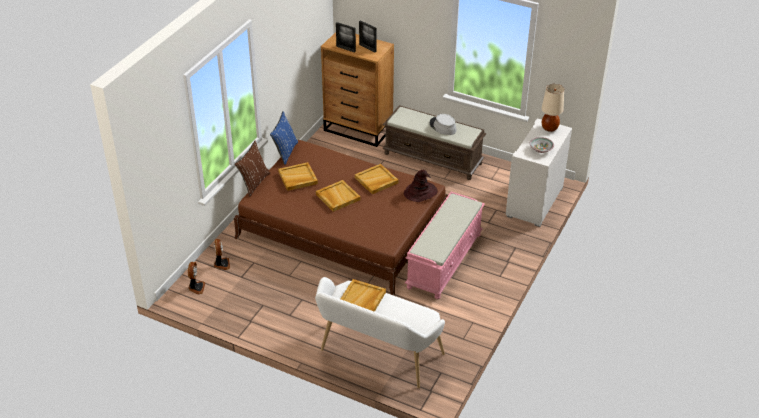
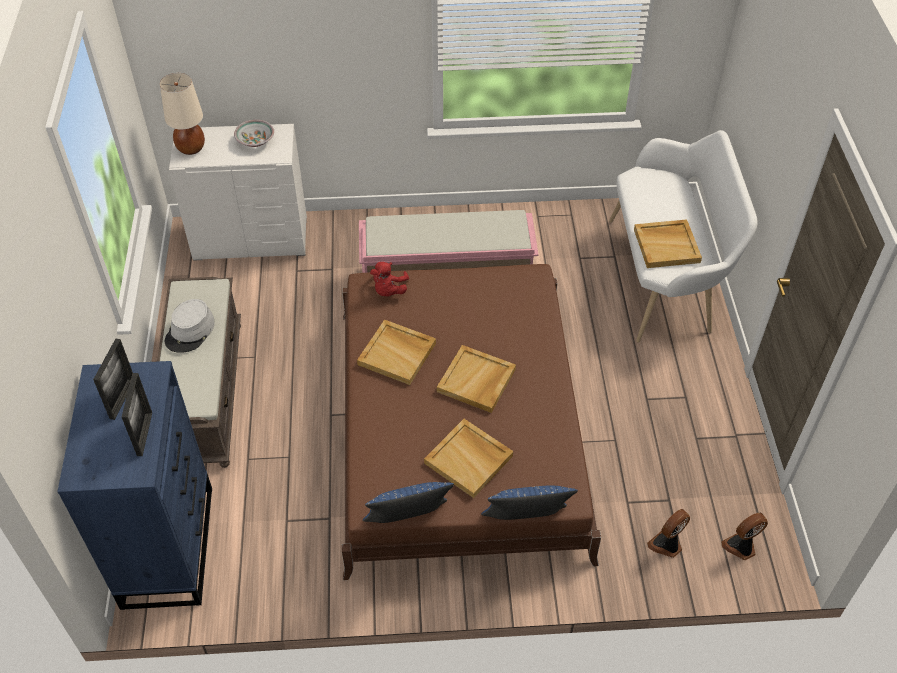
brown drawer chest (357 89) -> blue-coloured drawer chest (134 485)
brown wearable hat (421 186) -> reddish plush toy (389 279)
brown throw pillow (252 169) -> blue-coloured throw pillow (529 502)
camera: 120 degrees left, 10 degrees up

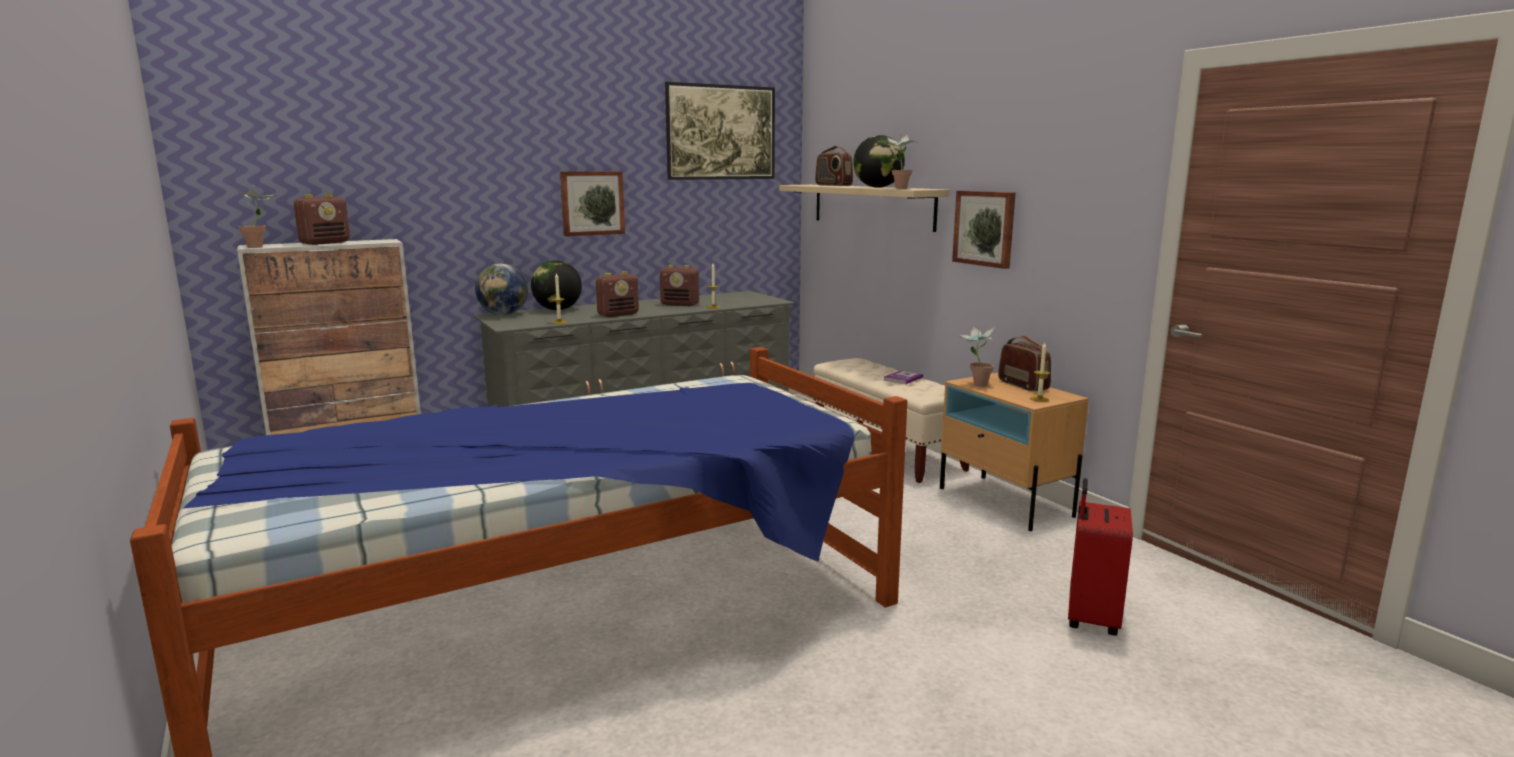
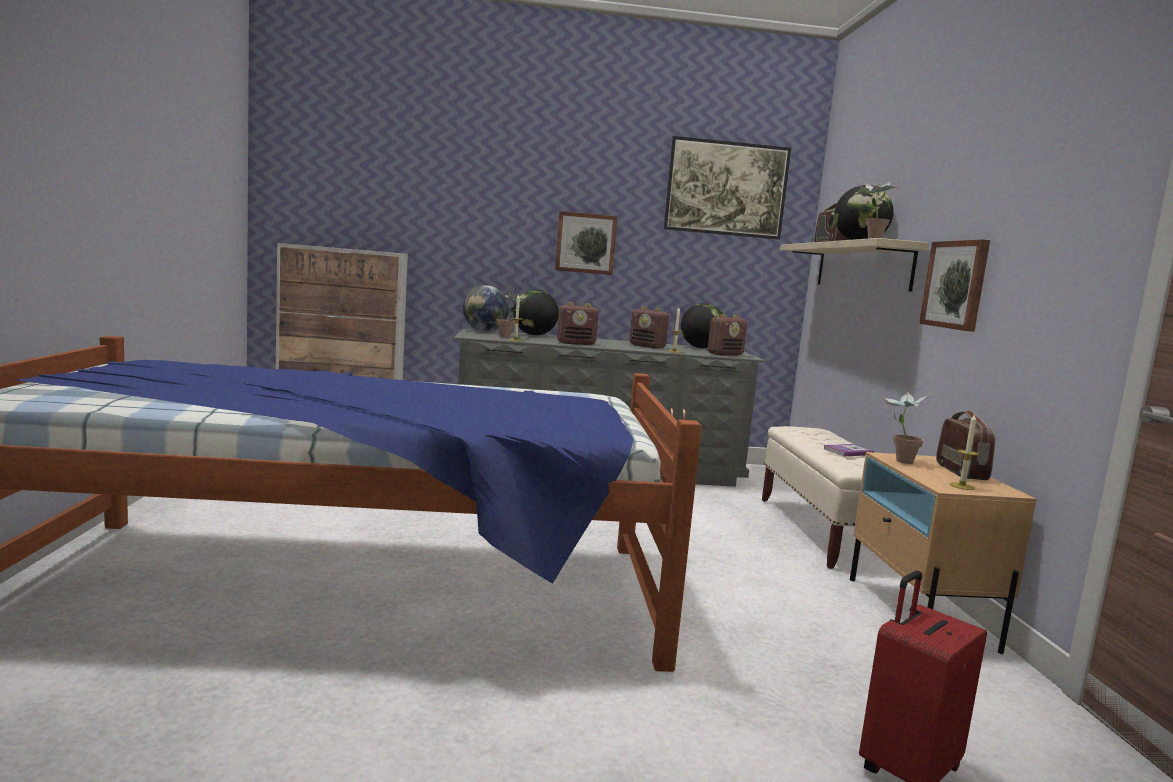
plant in a pot (255 216) -> plant in a pot (512 313), move
none -> globe (702 325)
radio receiver (321 219) -> radio receiver (727 335), move
camera: 25 degrees right, 5 degrees down

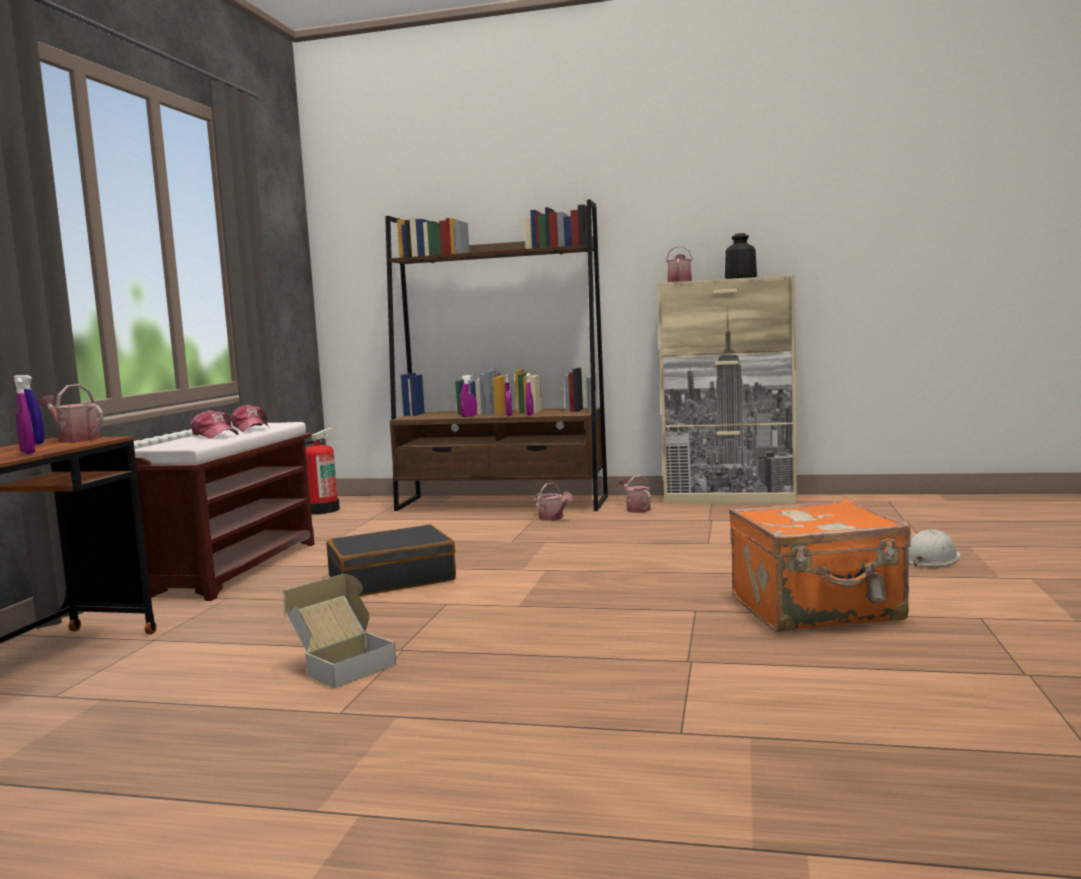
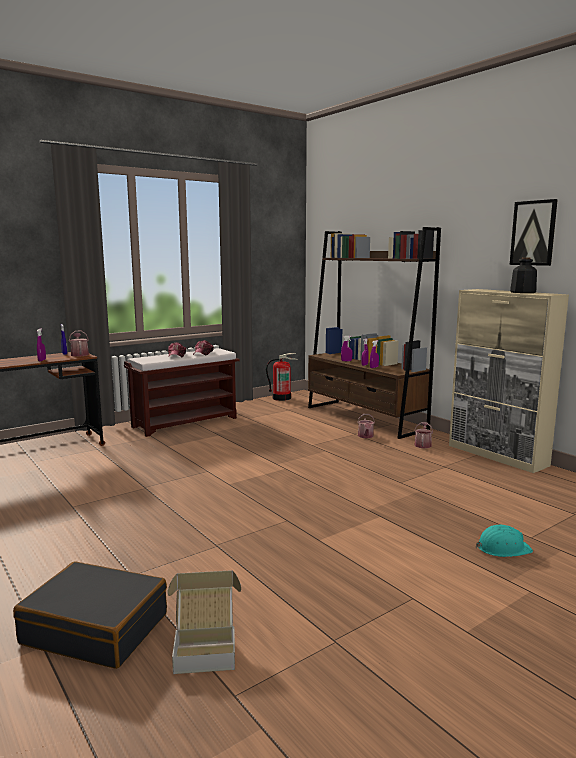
black travel case (391 560) -> black travel case (90 615), move
carton (339 631) -> carton (204 622), move
white-coloured hard hat (934 548) -> turquoise-coloured hard hat (504 541)
none -> wall picture (534 232)
watering pot (679 264) -> none
orange-coloured travel case (820 565) -> none
camera: 40 degrees right, 5 degrees up

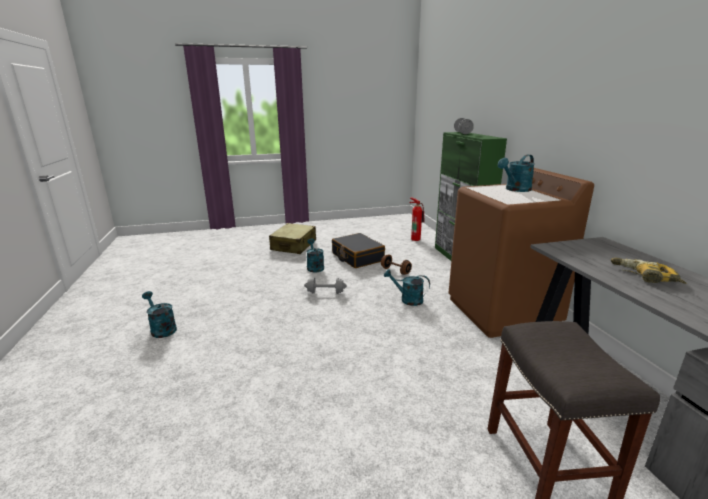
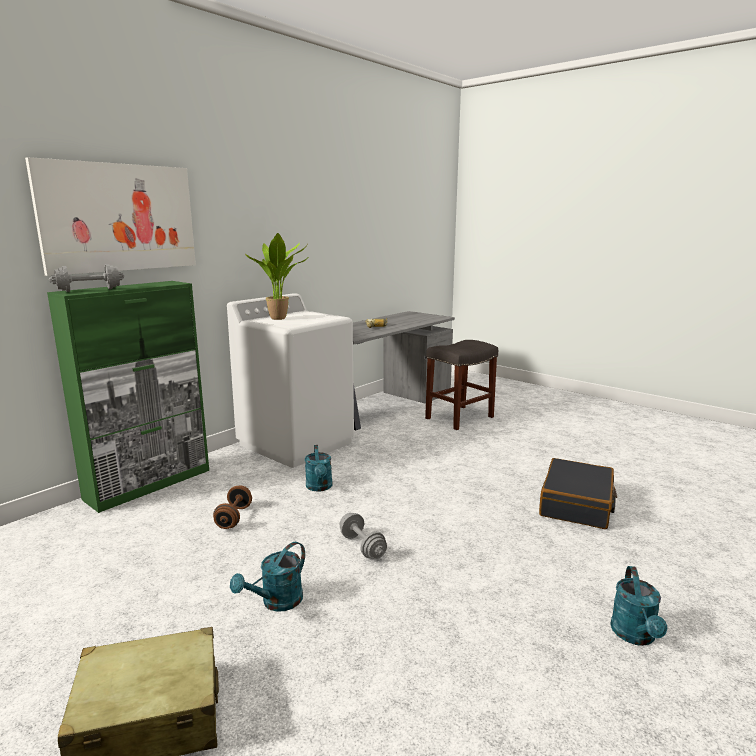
none -> wall picture (110 216)
brown washing machine (521 253) -> white-coloured washing machine (290 380)
turquoise-coloured watering pot (516 173) -> plant in a pot (276 276)
black travel case (358 250) -> black travel case (578 493), move
fire-fighting cylinder (417 219) -> none
camera: 125 degrees left, 5 degrees down

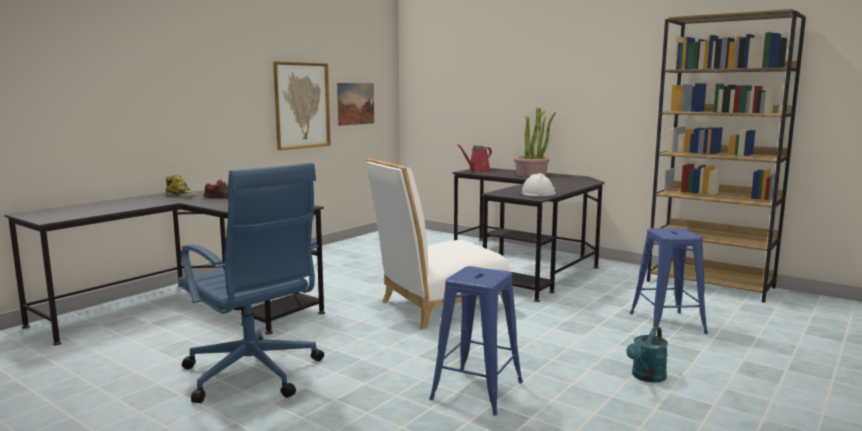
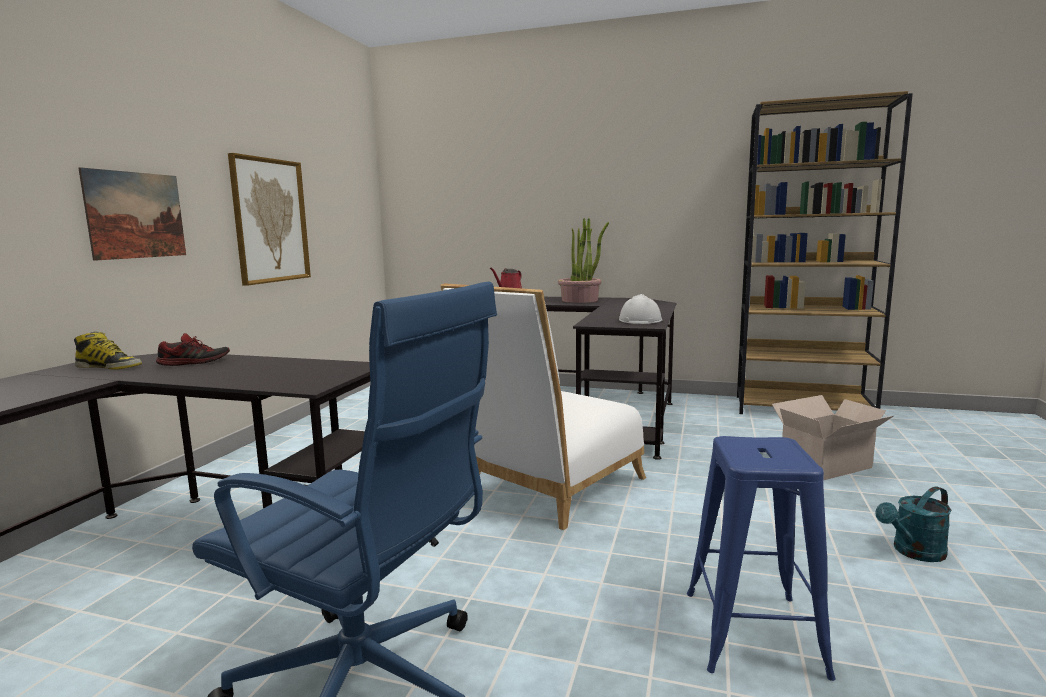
wall picture (355 104) -> wall picture (132 214), move
blue-coloured stool (669 281) -> carton (833 438)
turquoise-coloured watering pot (647 354) -> turquoise-coloured watering pot (913 524), 45 degrees clockwise
camera: 20 degrees left, 0 degrees up

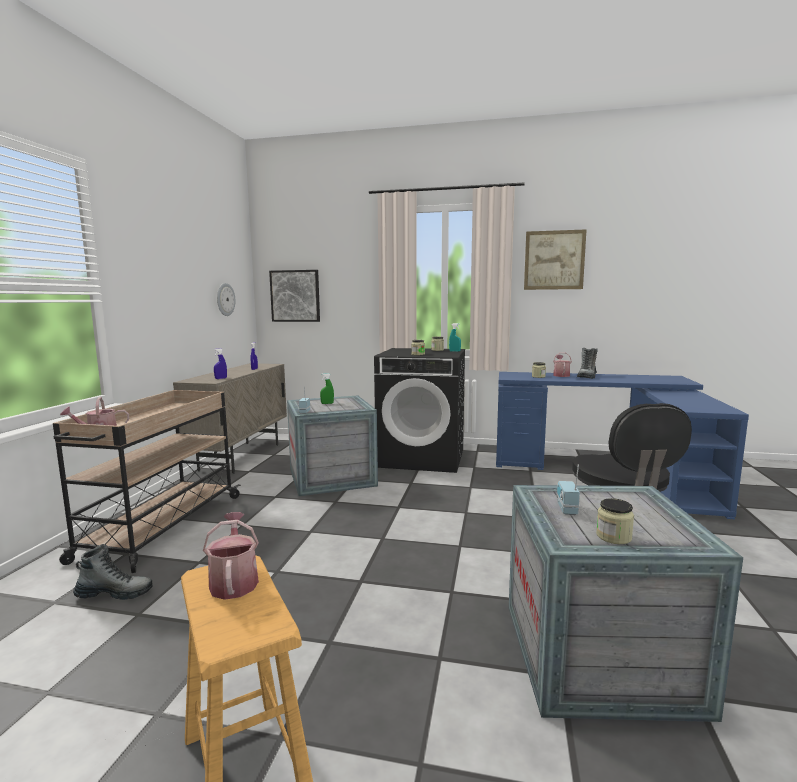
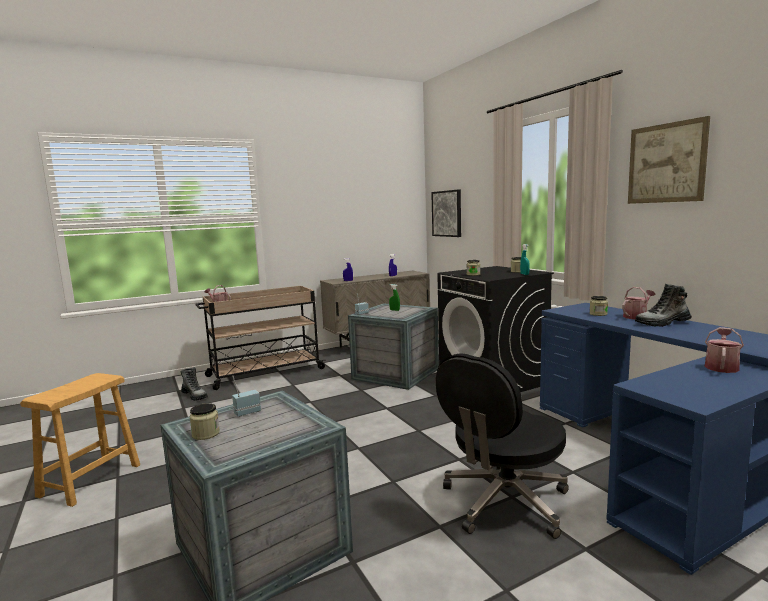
watering pot (231 556) -> watering pot (724 350), move
hanging clock (226 299) -> none
camera: 50 degrees right, 0 degrees up

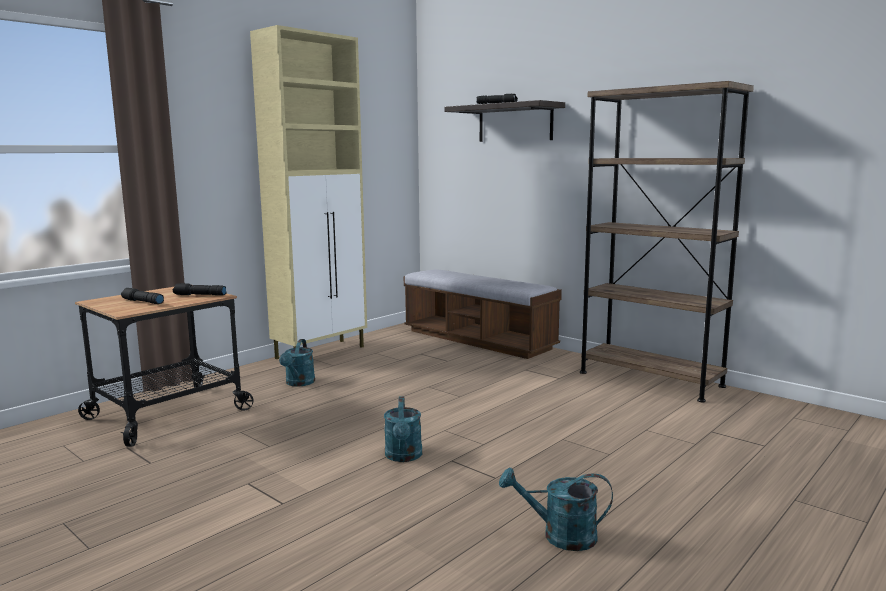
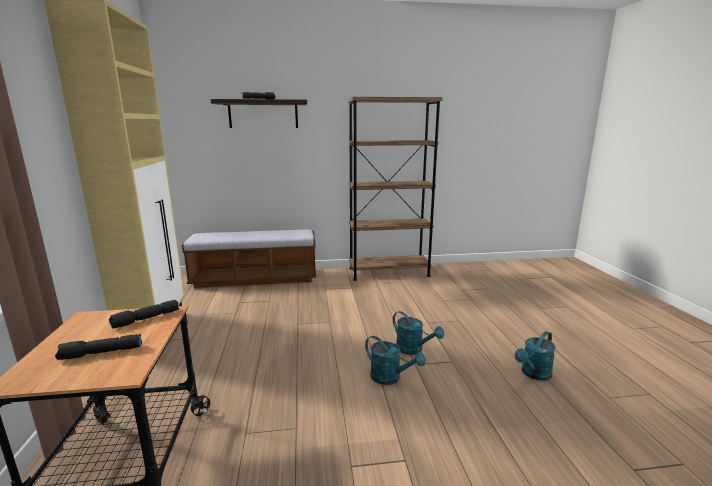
turquoise-coloured watering pot (297 363) -> turquoise-coloured watering pot (418 333), move
camera: 50 degrees left, 5 degrees up

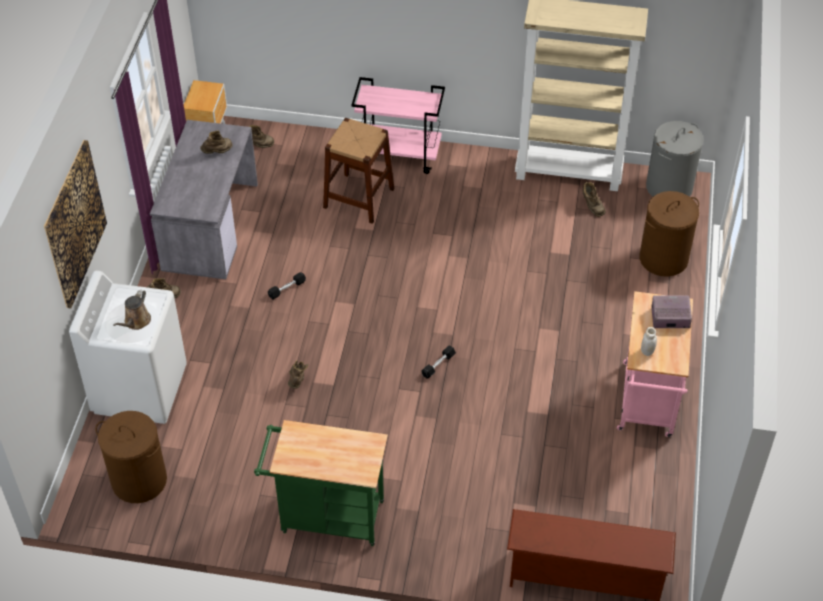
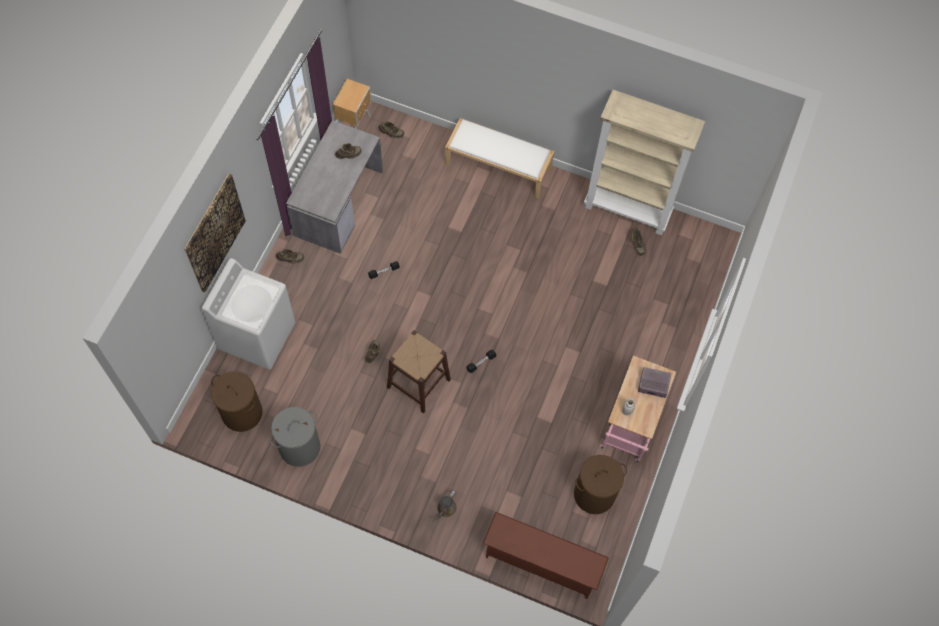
grey washing basket (675 159) -> grey washing basket (295 437), move
brown stool (358 171) -> brown stool (419 372), move
brown watering pot (132 310) -> brown watering pot (443 507), move
pinkish cart (398 125) -> white-coloured indoor bench (499 158)
brown washing basket (669 234) -> brown washing basket (600 484), move
green-coloured cart (321 483) -> none
camera: 10 degrees right, 15 degrees up

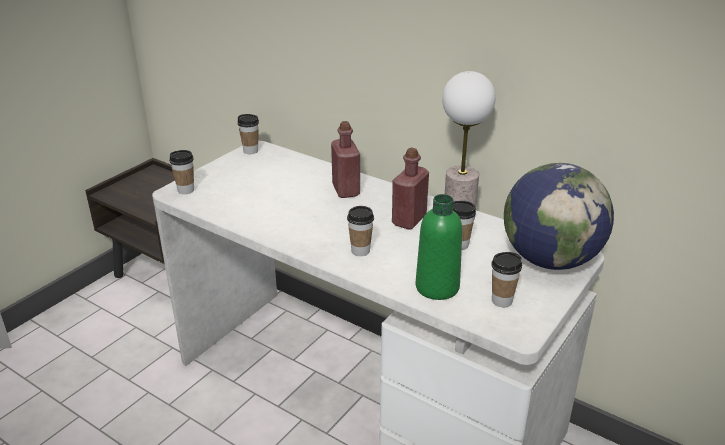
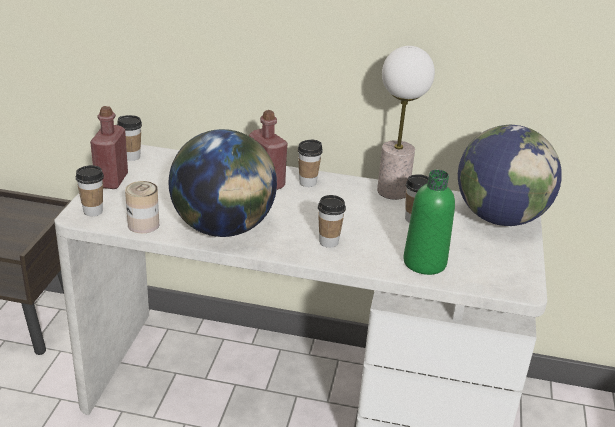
reddish drink bottle (410 188) -> reddish drink bottle (109 147), move
none -> sealed can (142 207)
none -> globe (223 183)
drinking cup (506 279) -> drinking cup (310 163), move
camera: 25 degrees left, 0 degrees up

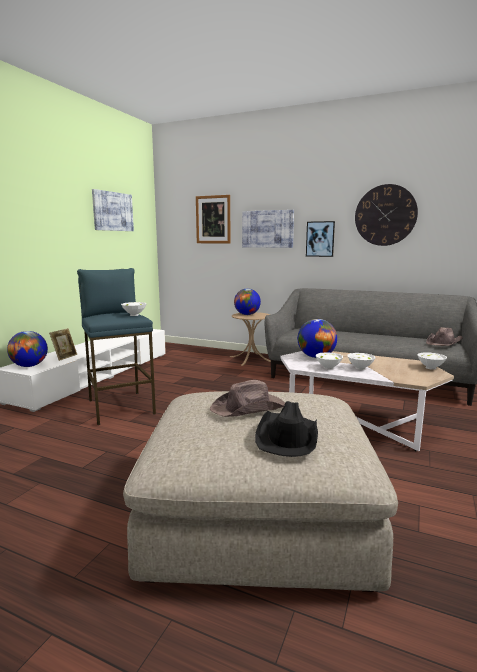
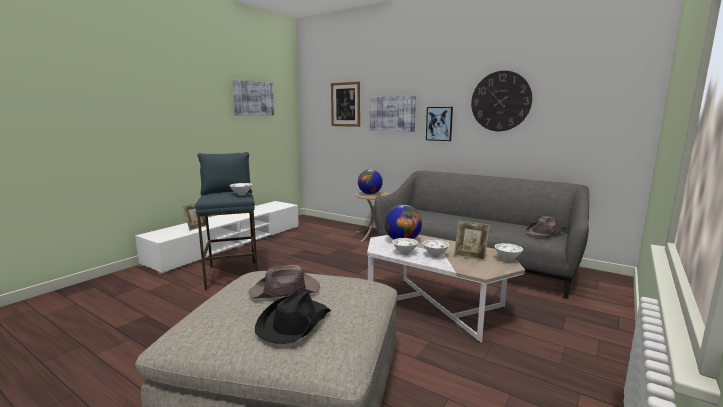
none -> standing frame (472 240)
globe (27 349) -> none
camera: 10 degrees right, 0 degrees up

